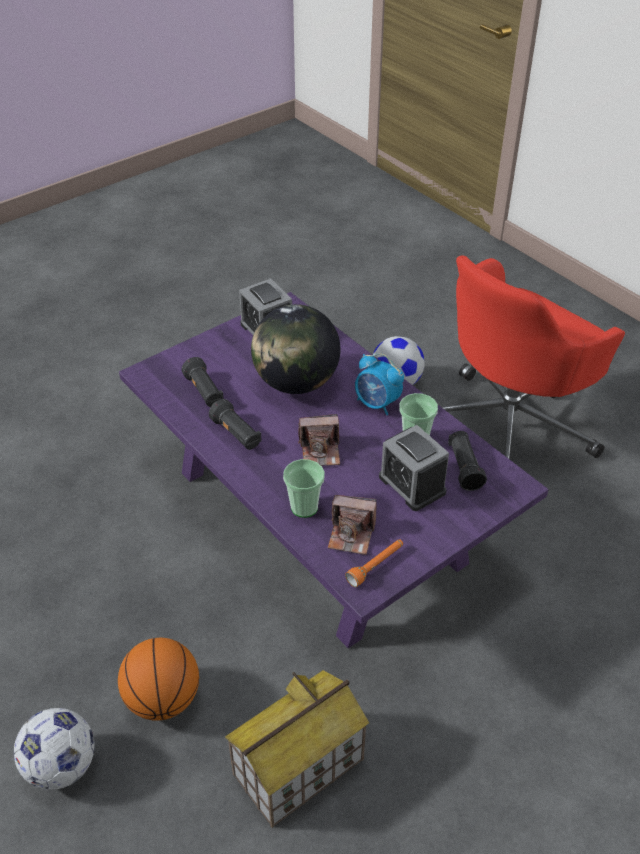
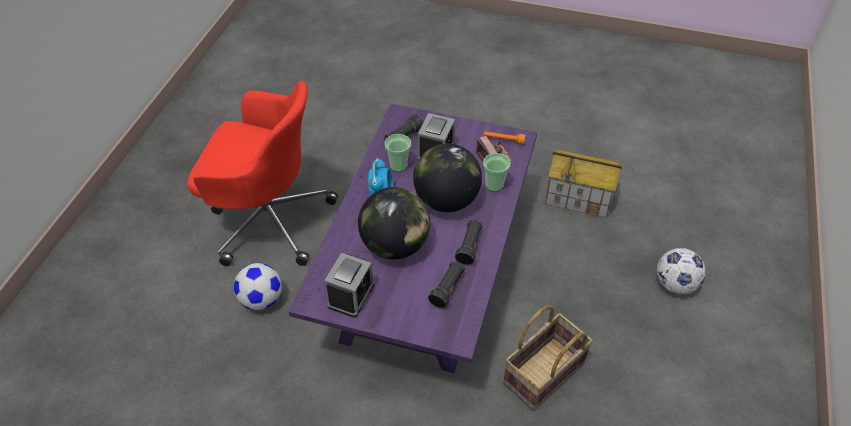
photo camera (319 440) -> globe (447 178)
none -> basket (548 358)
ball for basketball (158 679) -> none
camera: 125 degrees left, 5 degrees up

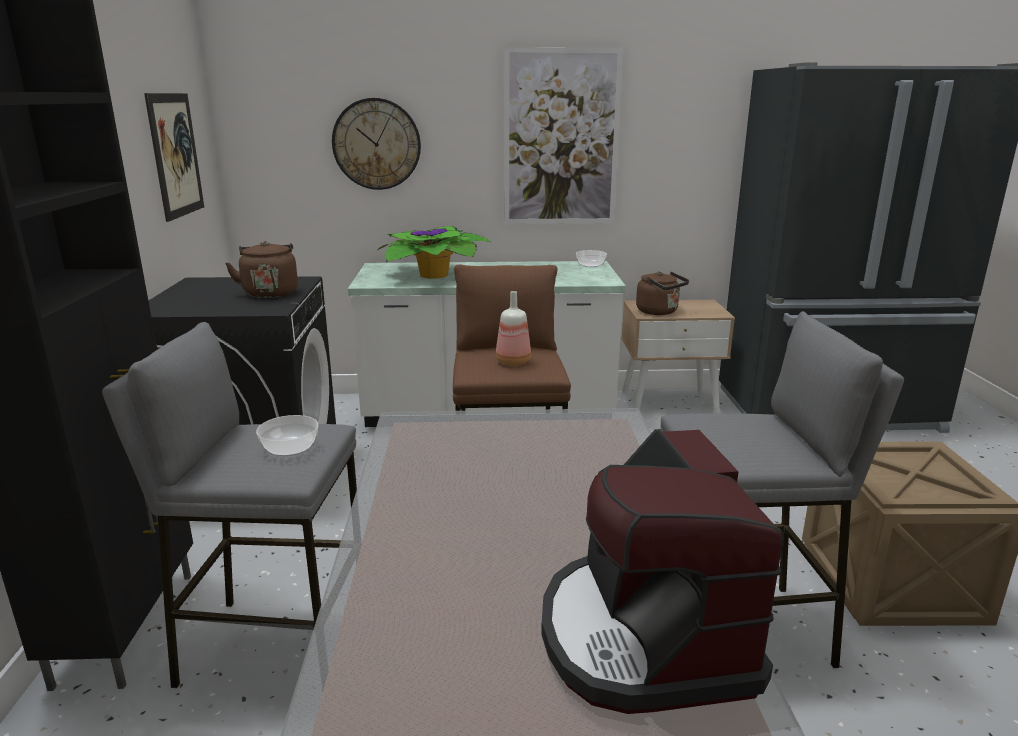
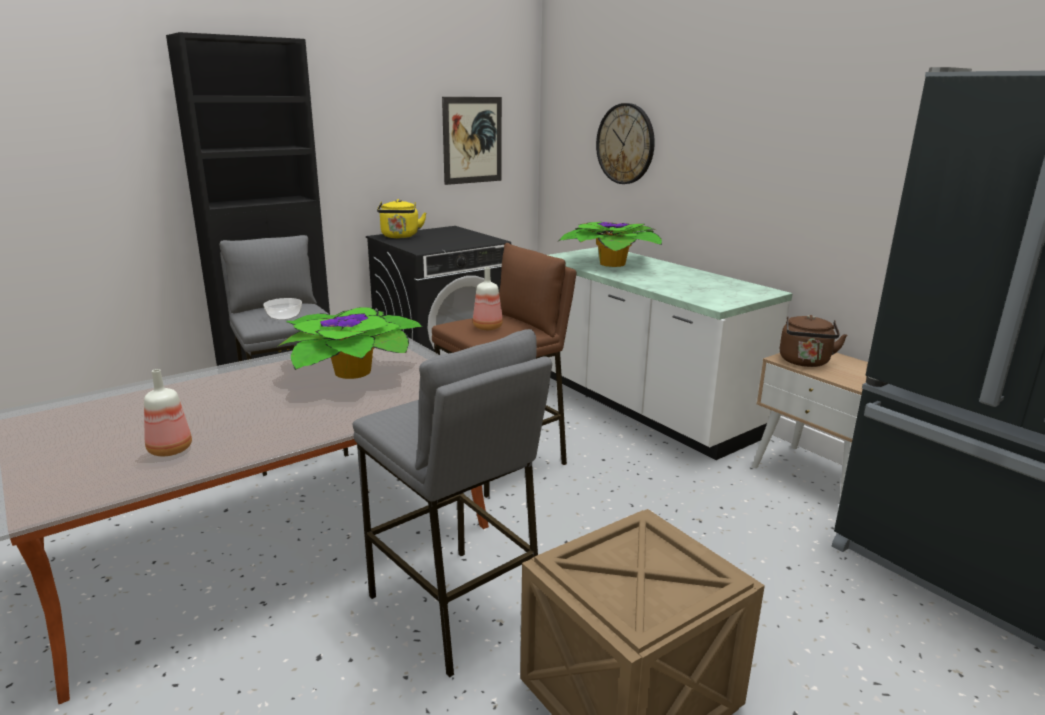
coffee brewer (662 571) -> drink bottle (168 412)
none -> plant in a pot (350 343)
none -> yellowish kettle (401 218)
brown kettle (261 269) -> none
wall picture (563 135) -> none
serving bowl (591 258) -> none
camera: 55 degrees right, 0 degrees up

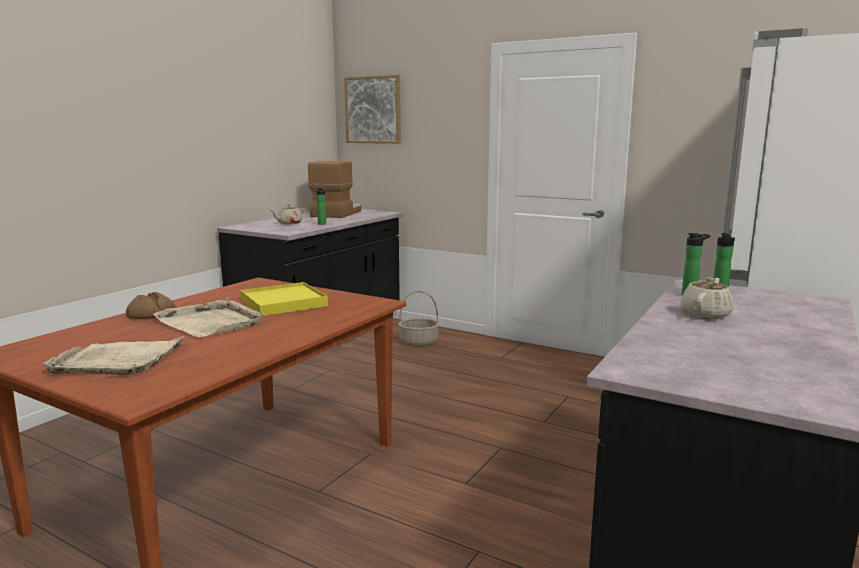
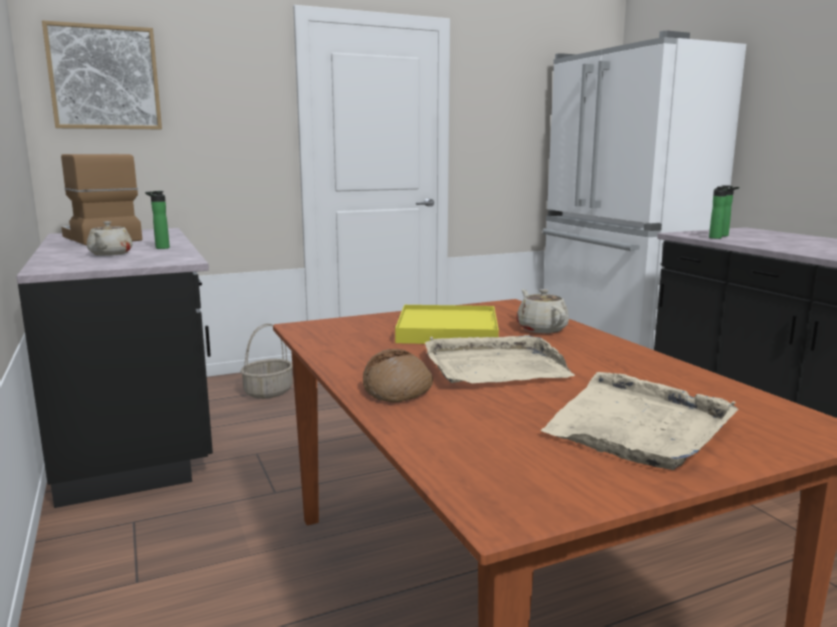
beige-coloured tea pot (707 298) -> beige-coloured tea pot (542 311), move
camera: 55 degrees left, 0 degrees up

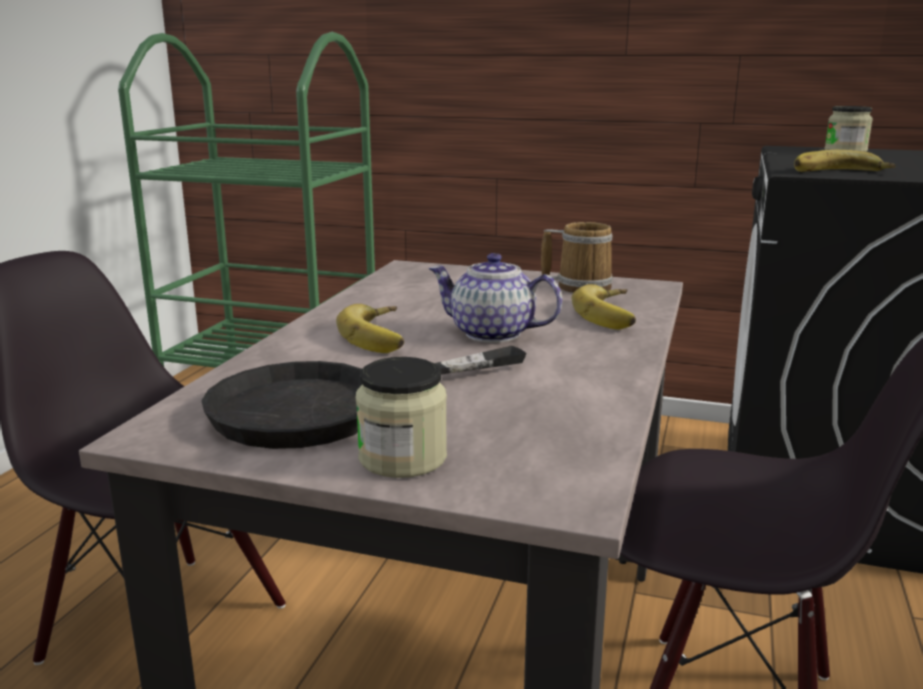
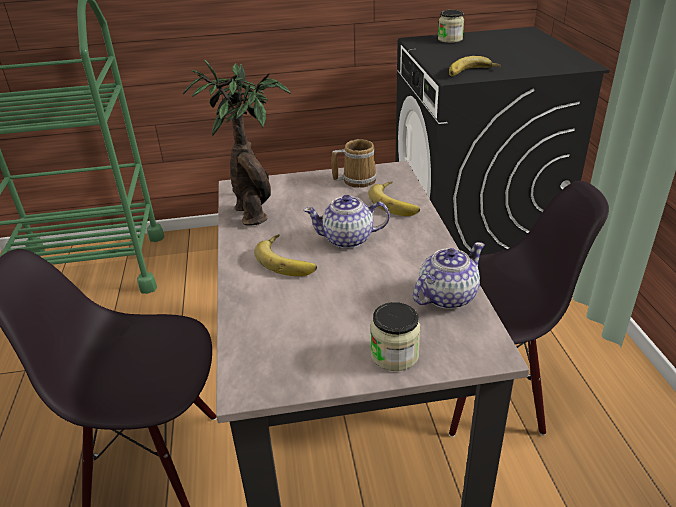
none -> plant in a pot (236 142)
none -> tea pot (449 275)
black pan (364 397) -> none
camera: 25 degrees left, 15 degrees up

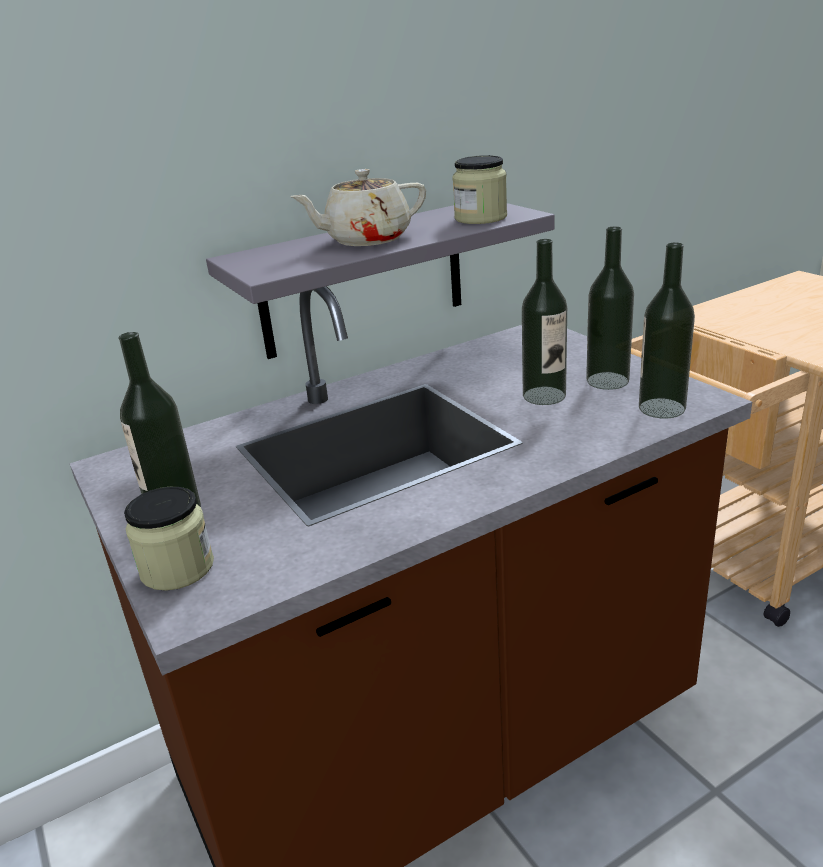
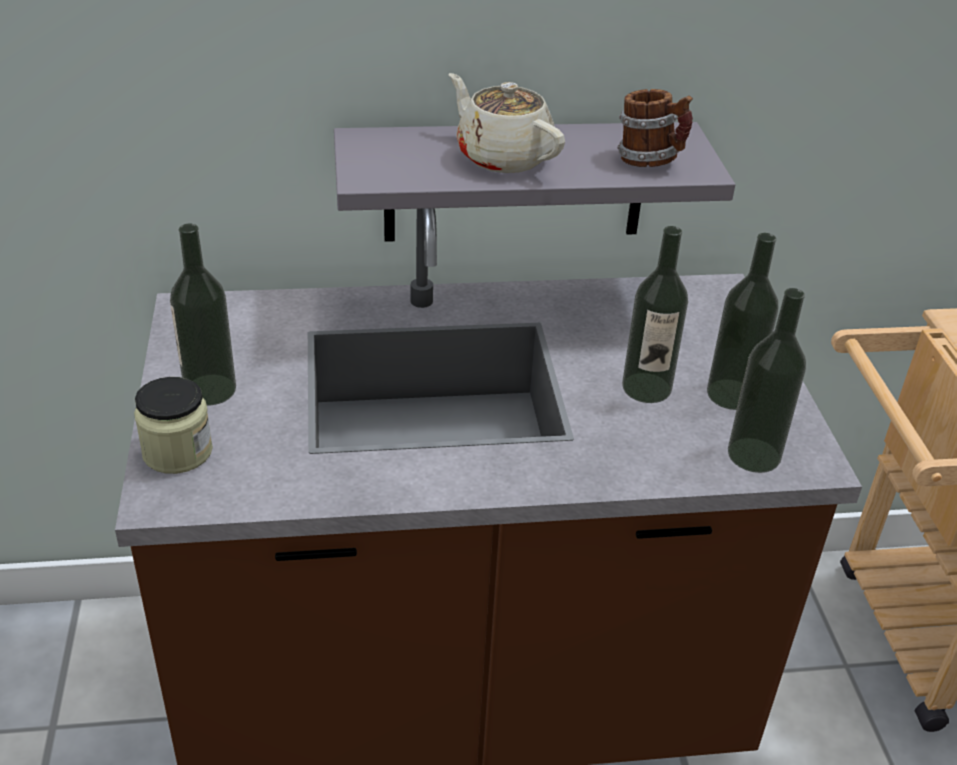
beige-coloured tea pot (358 207) -> beige-coloured tea pot (507 123), 45 degrees clockwise
preserve jar (479 189) -> coffee mug (655 128)
camera: 20 degrees right, 10 degrees up

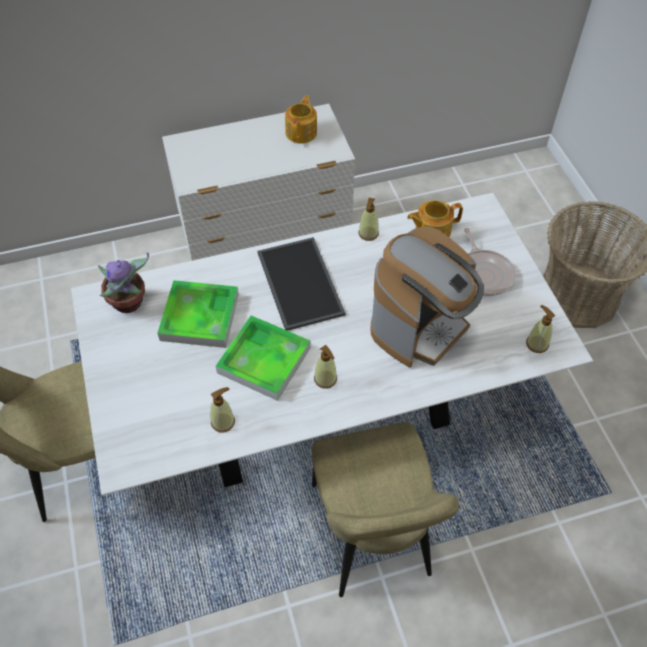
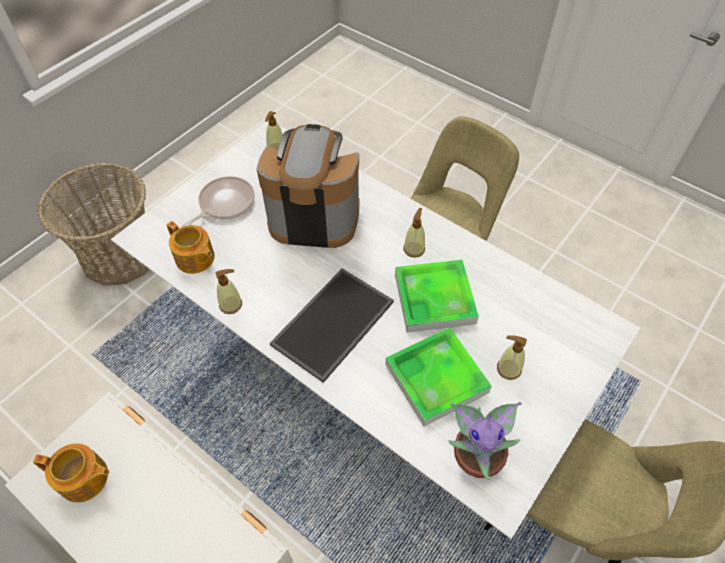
tea pot (301 119) -> tea pot (71 473), 150 degrees counterclockwise
soap dispenser (222 409) -> soap dispenser (512 357), move
camera: 125 degrees left, 0 degrees up

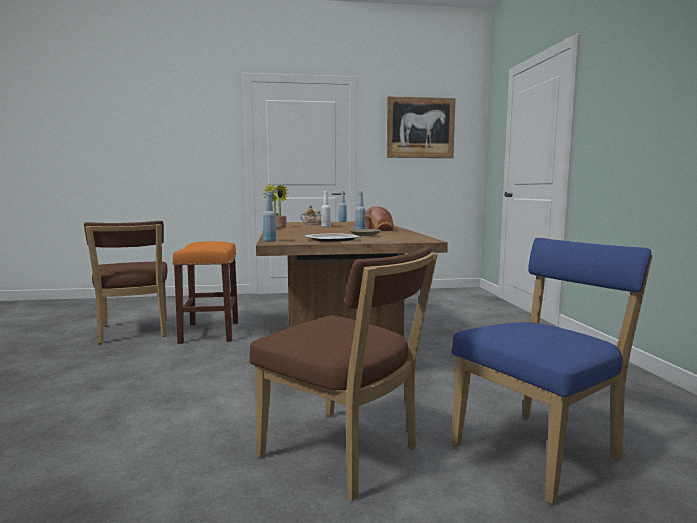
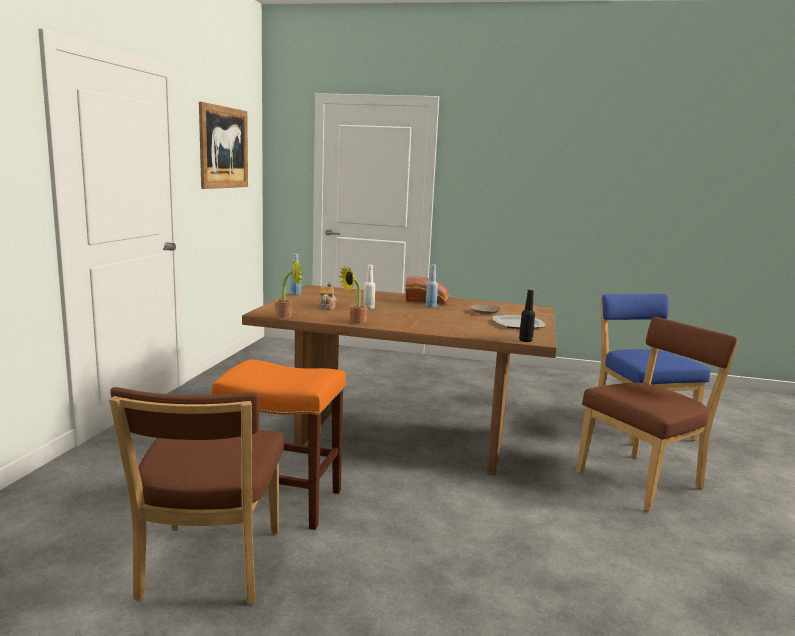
brown chair (125 282) -> brown chair (196 495), 90 degrees clockwise
blue-coloured drink bottle (269 217) -> black drink bottle (527 316)
camera: 70 degrees left, 5 degrees up

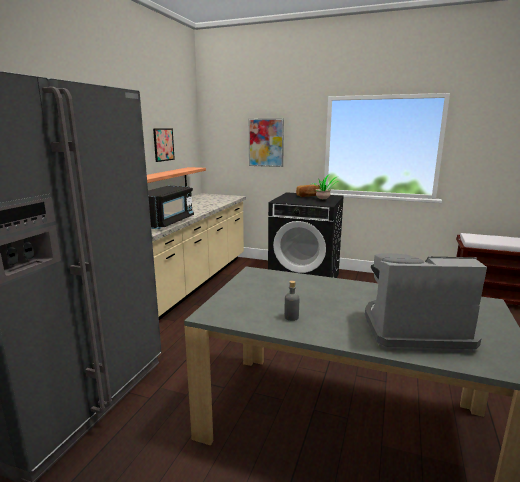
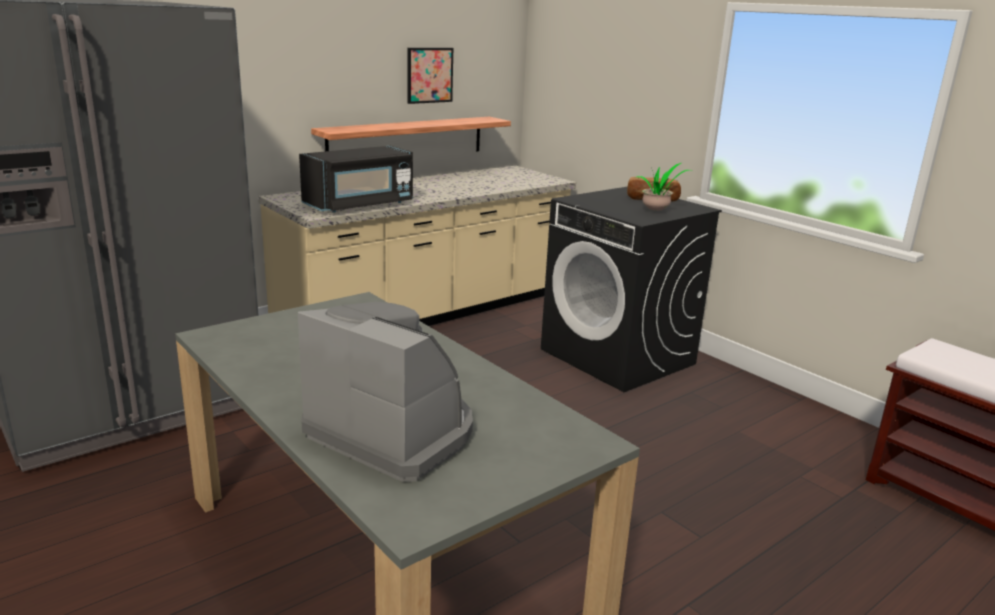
wall picture (266 142) -> none
grey drink bottle (291 301) -> none
camera: 30 degrees right, 5 degrees up

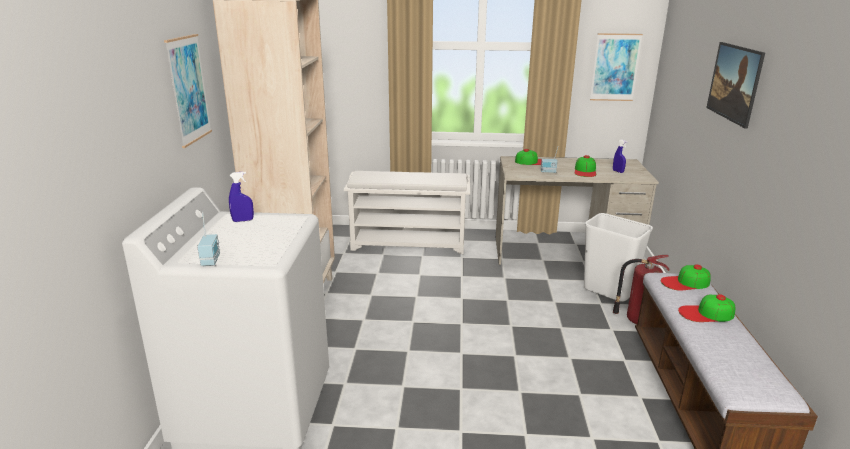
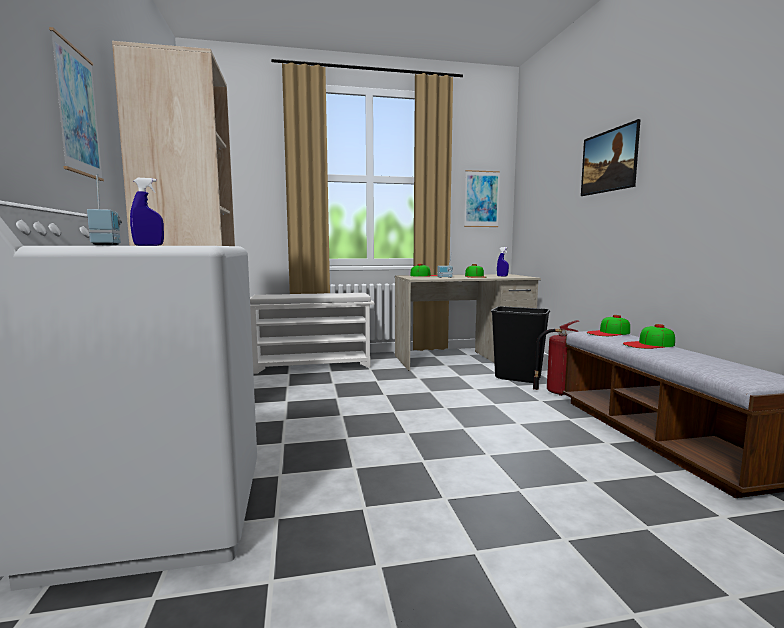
white-coloured trash can (618 257) -> black trash can (520 344)
camera: 15 degrees left, 15 degrees down

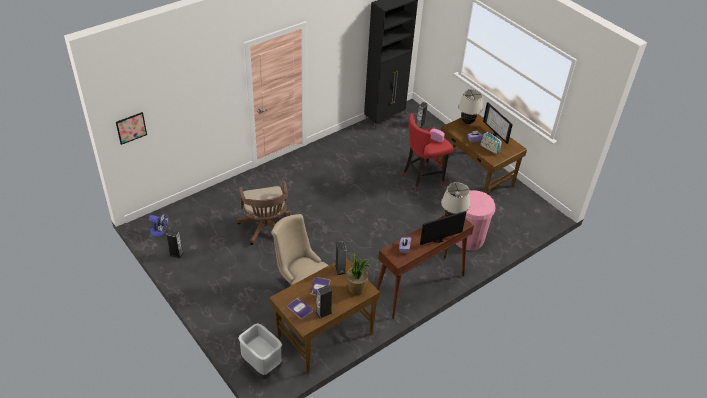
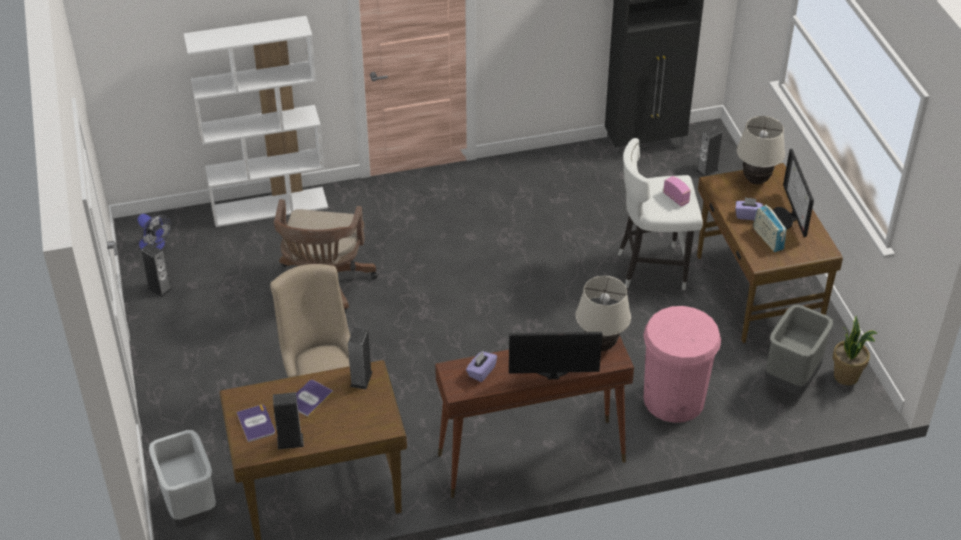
none -> white-coloured bookshelf (256 121)
reddish stool (428 152) -> white-coloured stool (660 214)
none -> grey trash can (798 349)
plant in a pot (358 274) -> plant in a pot (855 350), move
wall picture (131 128) -> none
camera: 25 degrees right, 0 degrees up

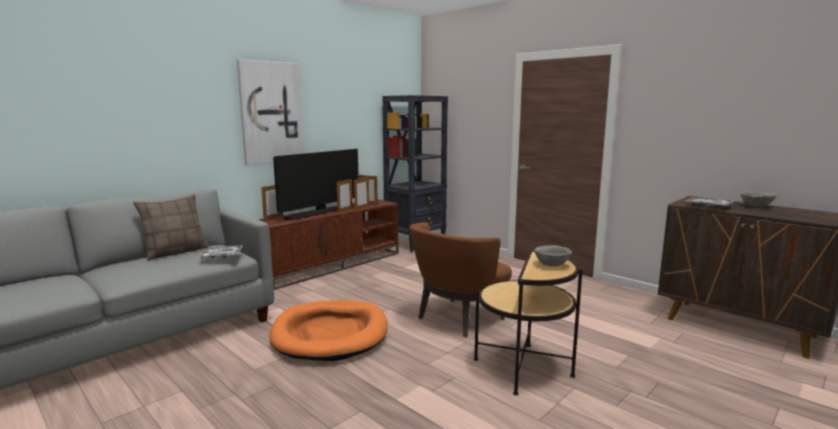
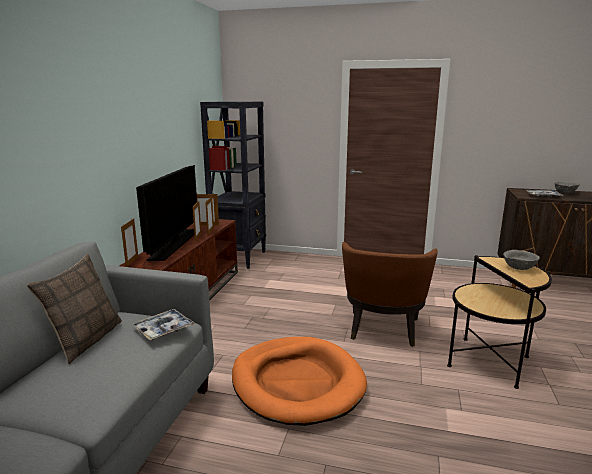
wall picture (270 112) -> none
camera: 30 degrees left, 5 degrees up

